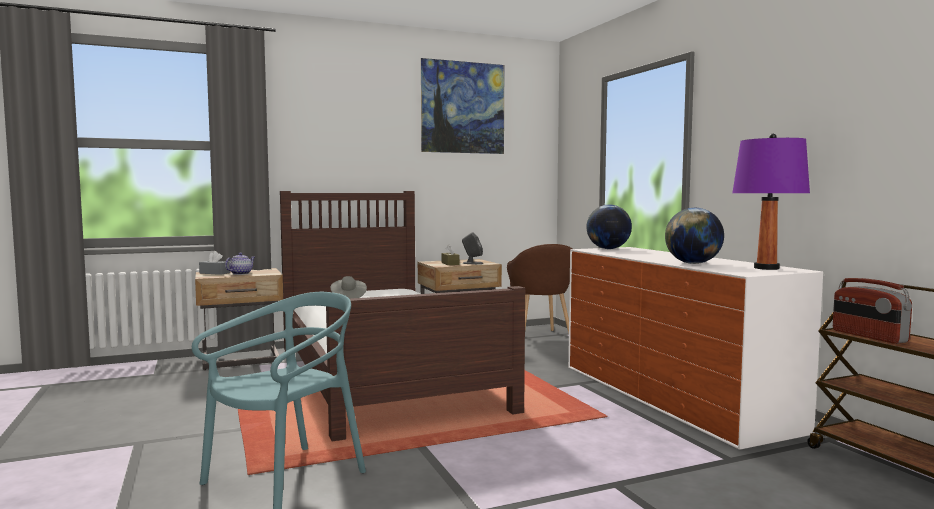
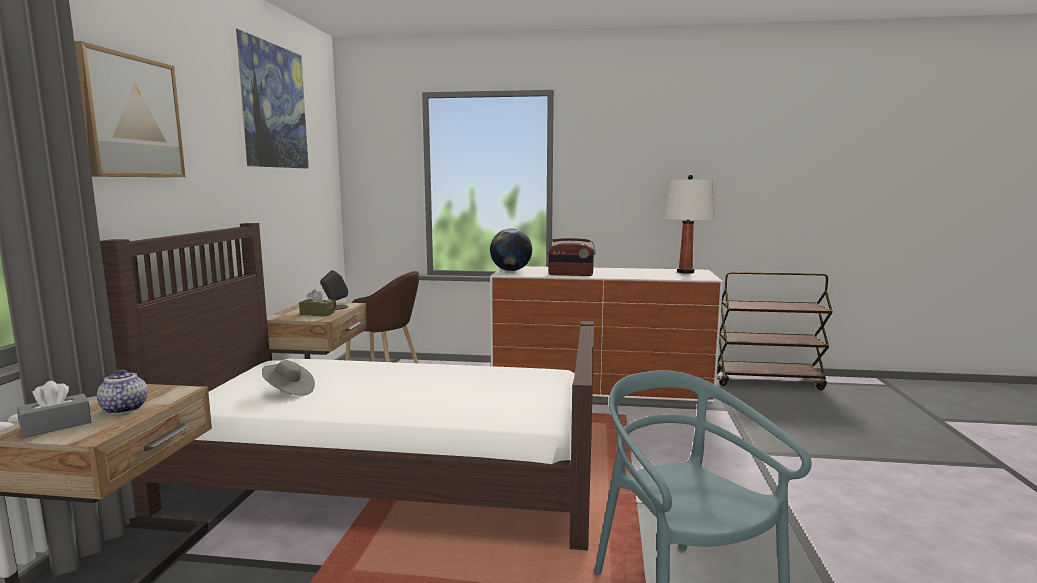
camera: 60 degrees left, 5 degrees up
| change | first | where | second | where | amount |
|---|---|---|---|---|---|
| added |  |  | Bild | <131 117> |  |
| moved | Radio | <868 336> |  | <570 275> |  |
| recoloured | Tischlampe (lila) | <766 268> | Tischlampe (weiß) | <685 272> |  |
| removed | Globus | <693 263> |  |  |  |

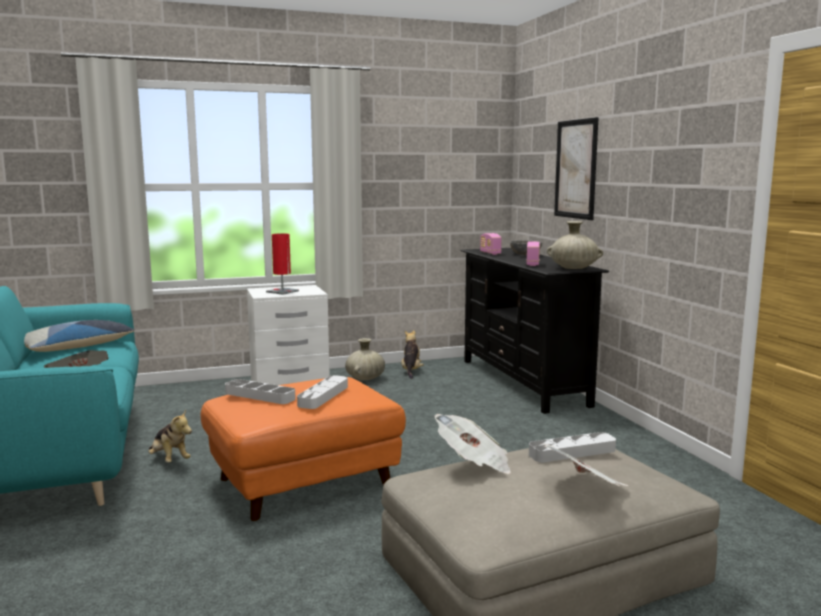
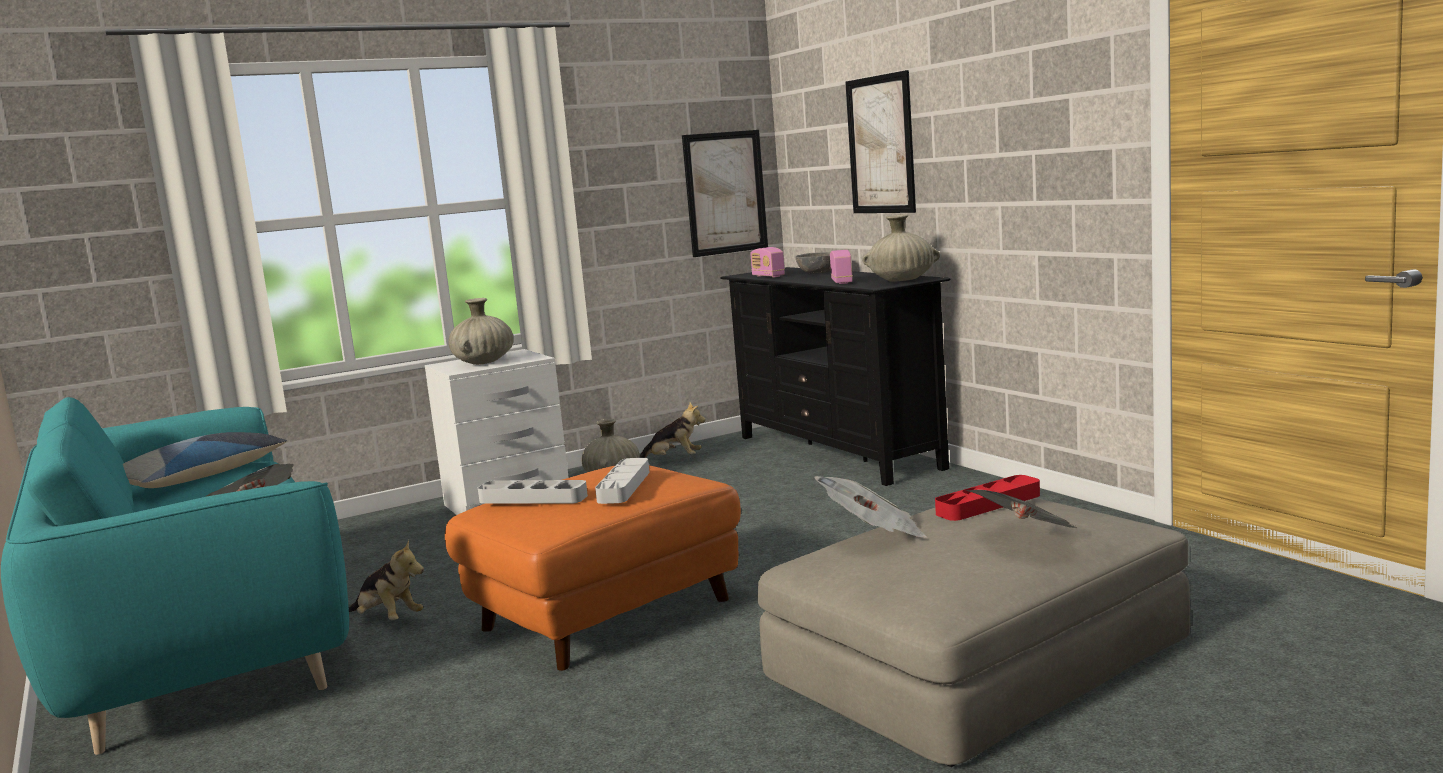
camera: 10 degrees left, 0 degrees up
| change | first | where | second | where | amount |
|---|---|---|---|---|---|
| replaced | Tischlampe (rot) | <282 291> | Vase (beige) | <484 362> |  |
| turned | Plüschtier | <411 371> |  | <673 459> | 105 degrees clockwise |
| added |  |  | Bild | <725 193> |  |
| recoloured | Tablett (grau) | <572 452> | Tablett (rot) | <988 504> |  |

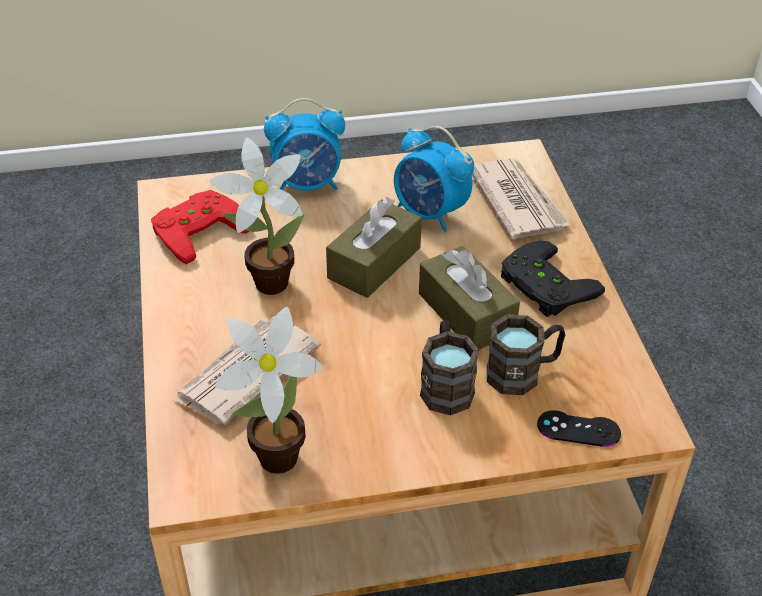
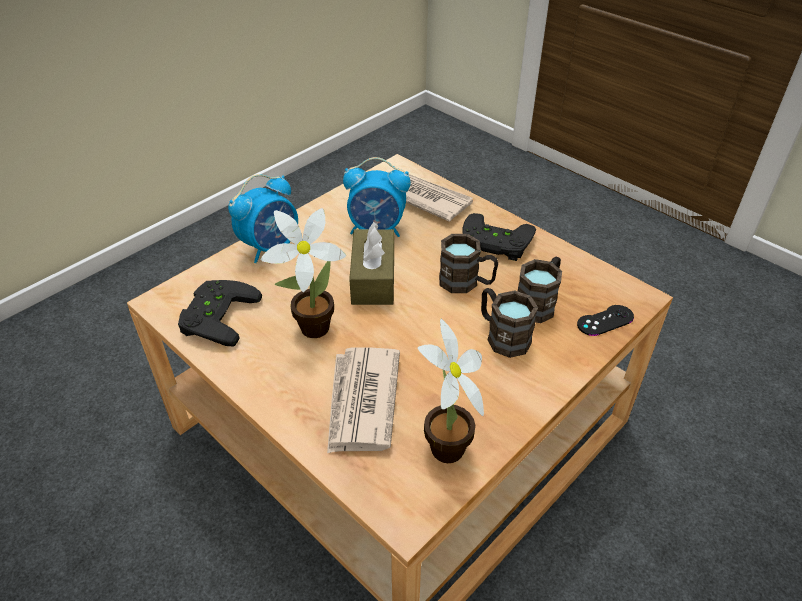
camera: 35 degrees left, 0 degrees up
| change | first | where | second | where | amount |
|---|---|---|---|---|---|
| recoloured | Gamepad (rot) | <197 228> | Gamepad (schwarz) | <215 315> |  |
| replaced | Taschentuchbox (braun) | <466 313> | Henkelbecher (braun) | <466 283> |  |

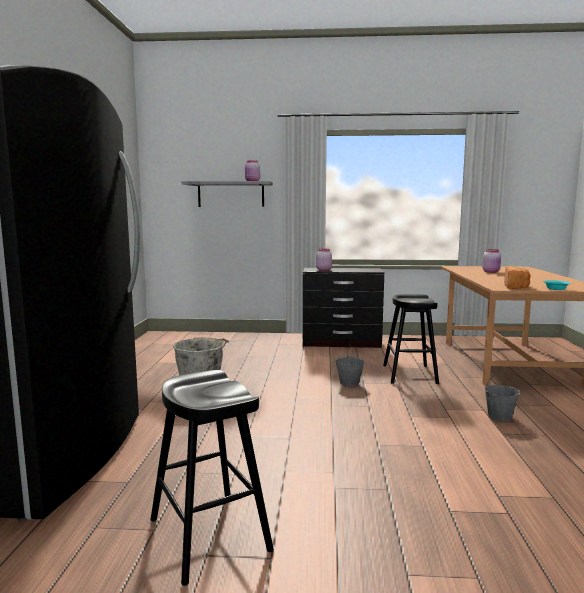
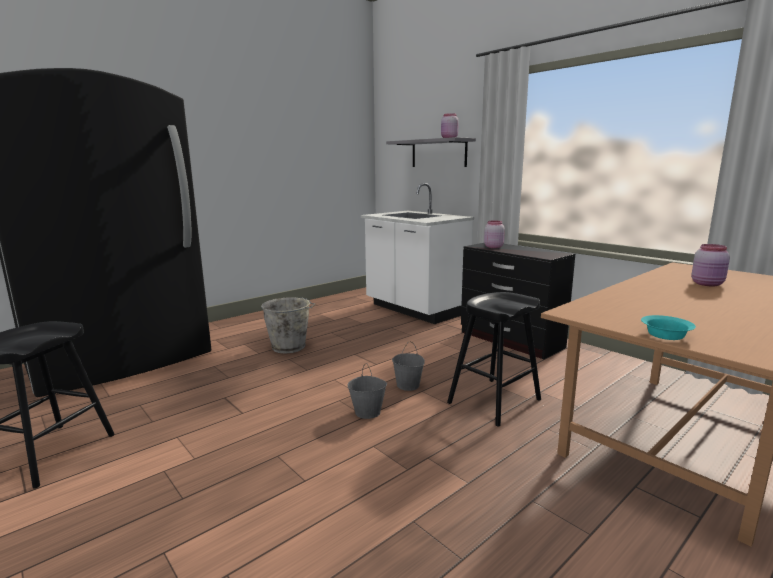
camera: 45 degrees right, 5 degrees up
| change | first | where | second | where | amount |
|---|---|---|---|---|---|
| moved | Eimer (grau) | <500 416> |  | <368 412> |  |
| added |  |  | Küchenzeile (weiß) | <415 309> |  |
| removed | Brot | <516 287> |  |  |  |

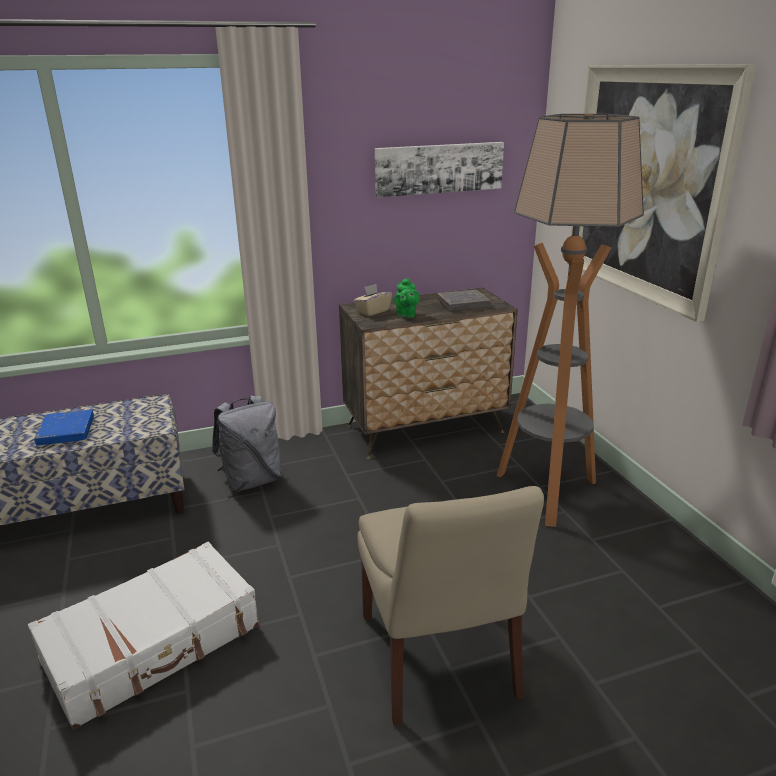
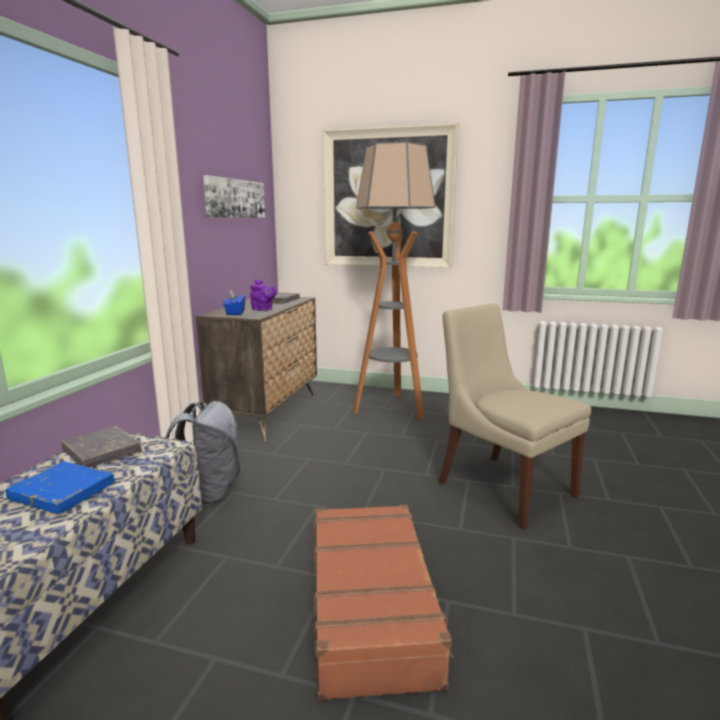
camera: 55 degrees left, 10 degrees down
| change | first | where | second | where | amount |
|---|---|---|---|---|---|
| added |  |  | Buch (grau) | <101 451> |  |
| recoloured | Taschentuchbox (beige) | <373 311> | Taschentuchbox (blau) | <235 313> |  |
| recoloured | Teekanne (grün) | <406 315> | Teekanne (lila) | <263 310> |  |
| recoloured | Koffer (weiß) | <154 644> | Koffer (braun) | <372 606> |  |
| turned | Stuhl (beige) | <439 660> |  | <502 487> | 150 degrees counterclockwise |

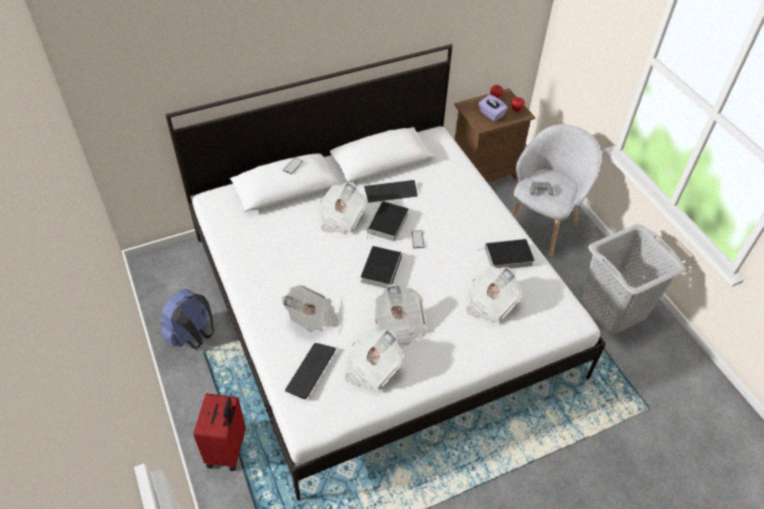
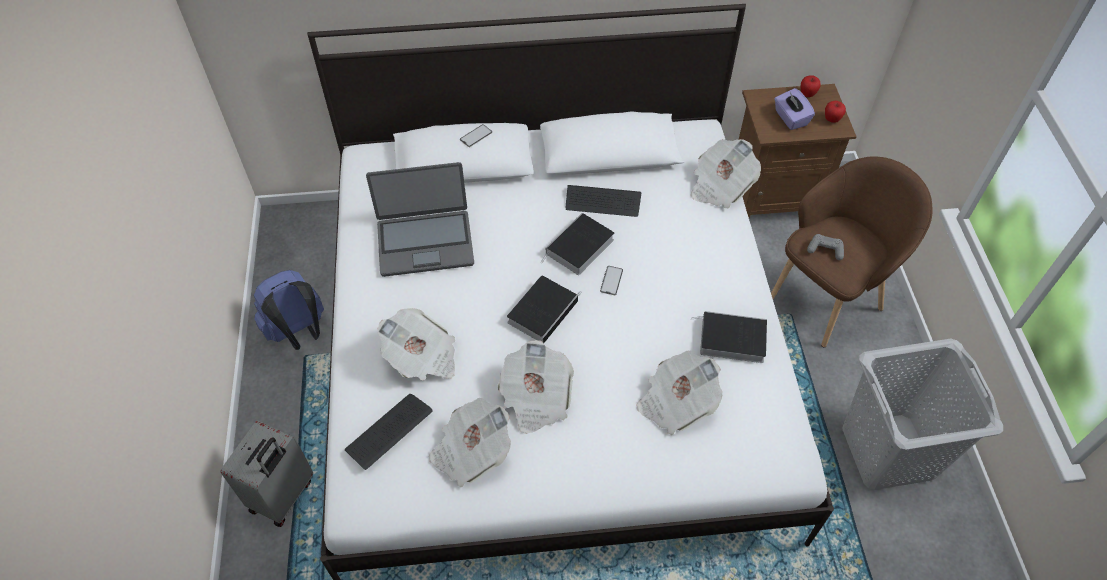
camera: 20 degrees right, 5 degrees up
| change | first | where | second | where | amount |
|---|---|---|---|---|---|
| recoloured | Koffer (rot) | <227 450> | Koffer (grau) | <283 496> |  |
| added |  |  | Laptop | <425 242> |  |
| moved | Zeitung | <340 218> |  | <720 186> |  |
| recoloured | Sessel (grau) | <541 227> | Sessel (braun) | <827 299> |  |

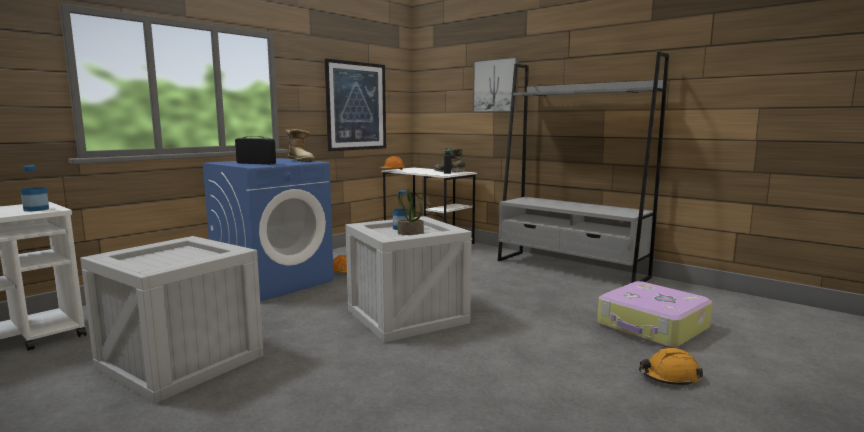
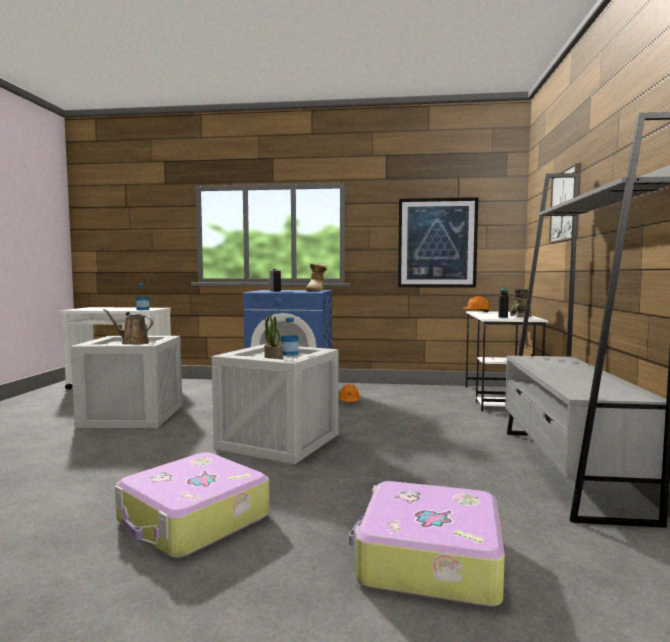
camera: 55 degrees right, 5 degrees down
| change | first | where | second | where | amount |
|---|---|---|---|---|---|
| added |  |  | Gießkanne (braun) | <133 343> |  |
| added |  |  | Koffer | <193 520> |  |
| removed | Schutzhelm (orange) | <669 377> |  |  |  |

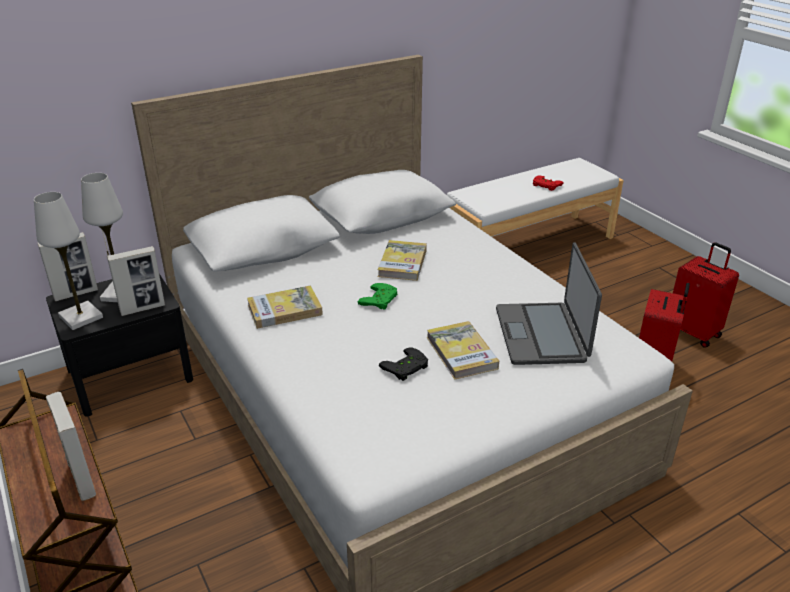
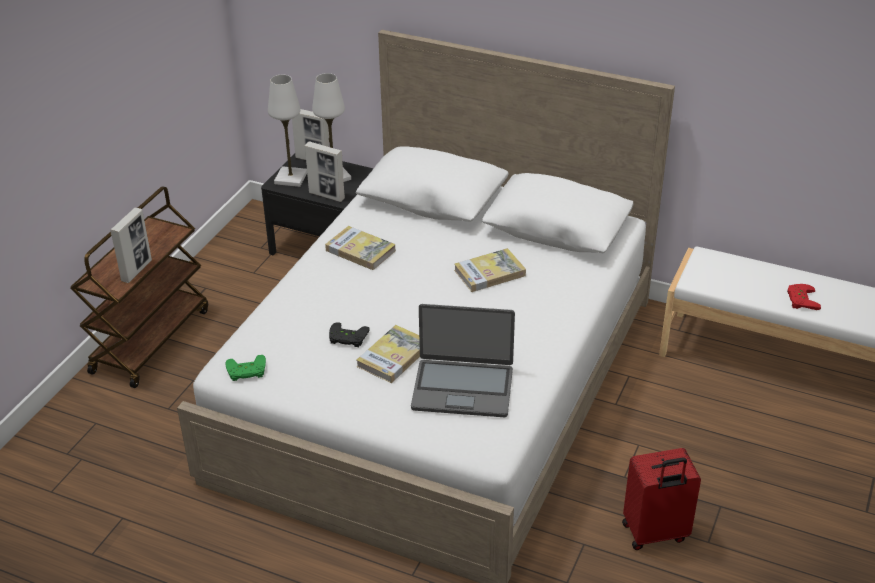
camera: 55 degrees right, 5 degrees up
| change | first | where | second | where | amount |
|---|---|---|---|---|---|
| moved | Gamepad (grün) | <381 300> |  | <246 372> |  |
| turned | Laptop | <541 334> |  | <462 388> | 135 degrees counterclockwise |
| removed | Koffer (rot) | <693 332> |  |  |  |

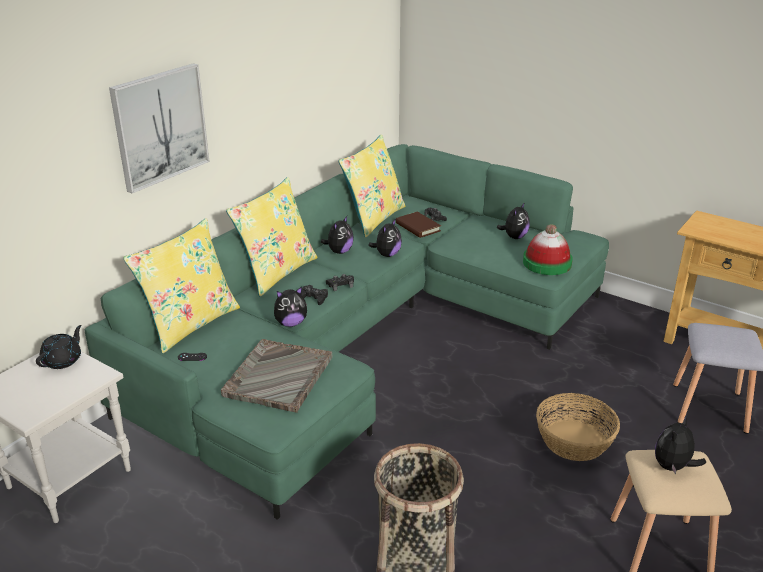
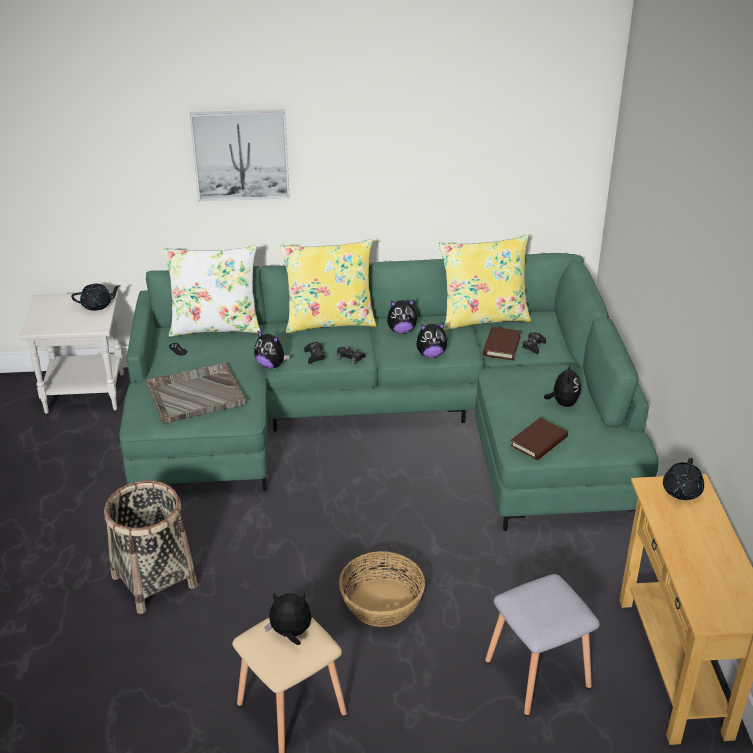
camera: 50 degrees right, 5 degrees up
| change | first | where | second | where | amount |
|---|---|---|---|---|---|
| recoloured | Kissen (gelb) | <190 324> | Kissen (weiß) | <216 326> |  |
| replaced | Hut | <547 263> | Buch (braun) | <538 442> |  |
| turned | Plüschtier | <514 237> |  | <563 403> | 75 degrees counterclockwise |
| added |  |  | Teekanne (schwarz) | <681 491> |  |

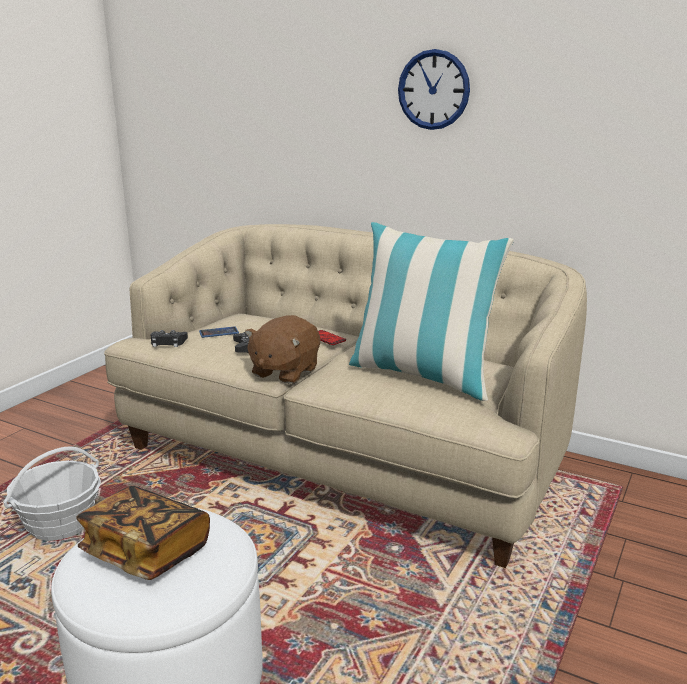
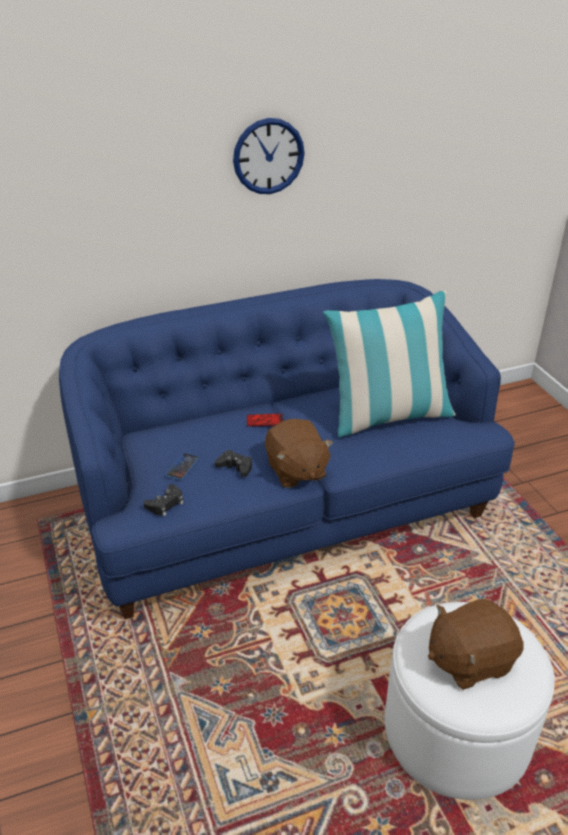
camera: 50 degrees left, 15 degrees up
| change | first | where | second | where | amount |
|---|---|---|---|---|---|
| recoloured | Sofa (beige) | <344 457> | Sofa (blau) | <284 508> |  |
| replaced | Buch | <146 552> | Plüschtier (braun) | <469 660> |  |
| removed | Korb | <60 525> |  |  |  |

